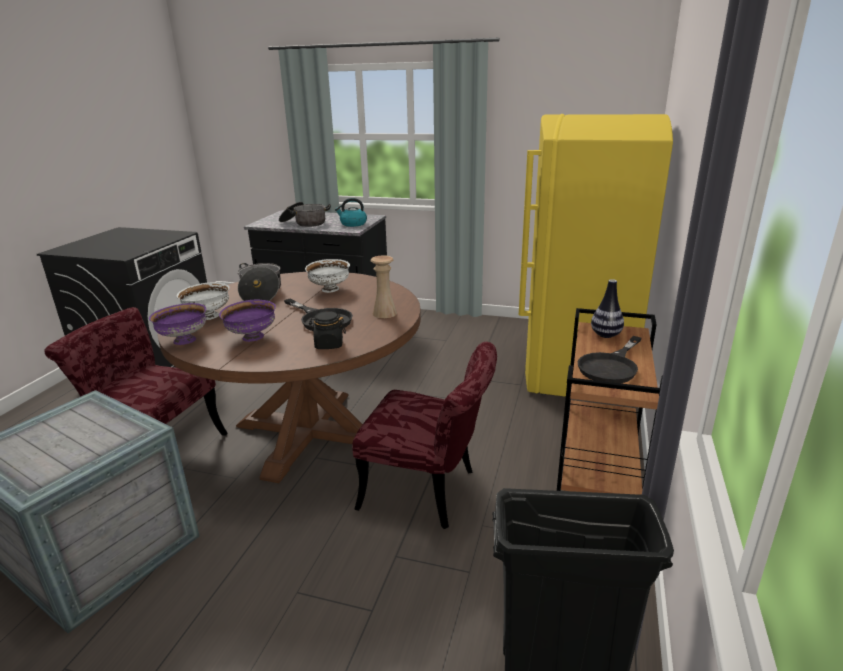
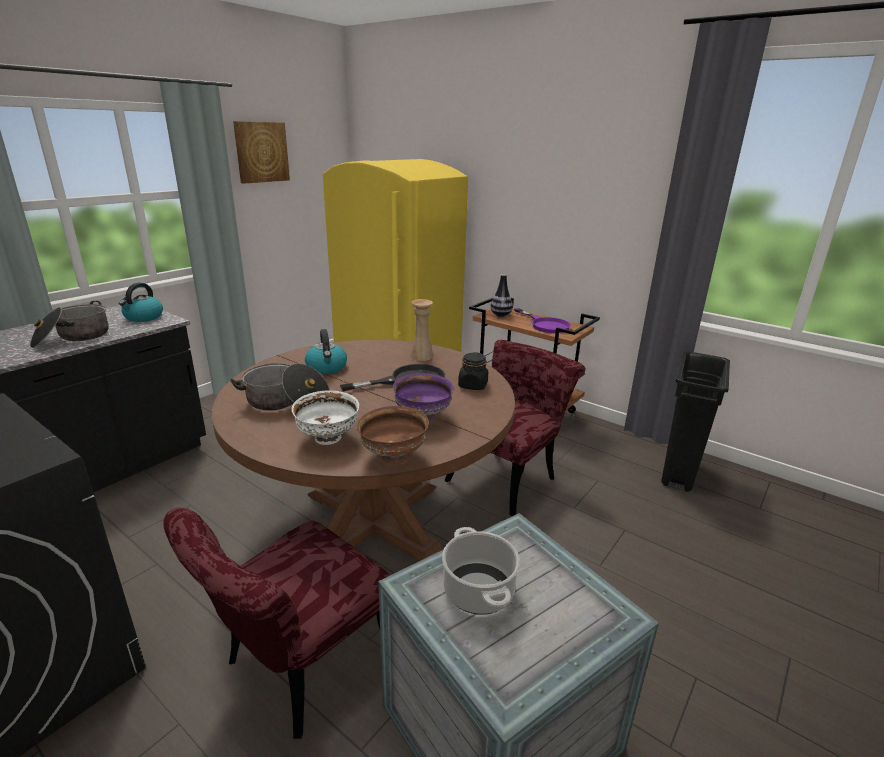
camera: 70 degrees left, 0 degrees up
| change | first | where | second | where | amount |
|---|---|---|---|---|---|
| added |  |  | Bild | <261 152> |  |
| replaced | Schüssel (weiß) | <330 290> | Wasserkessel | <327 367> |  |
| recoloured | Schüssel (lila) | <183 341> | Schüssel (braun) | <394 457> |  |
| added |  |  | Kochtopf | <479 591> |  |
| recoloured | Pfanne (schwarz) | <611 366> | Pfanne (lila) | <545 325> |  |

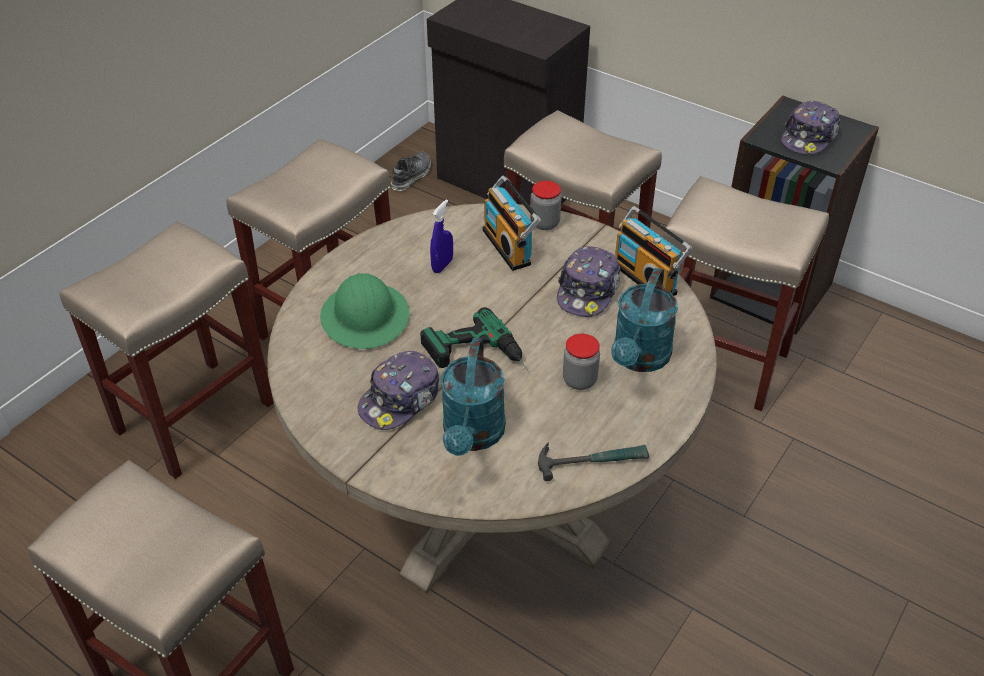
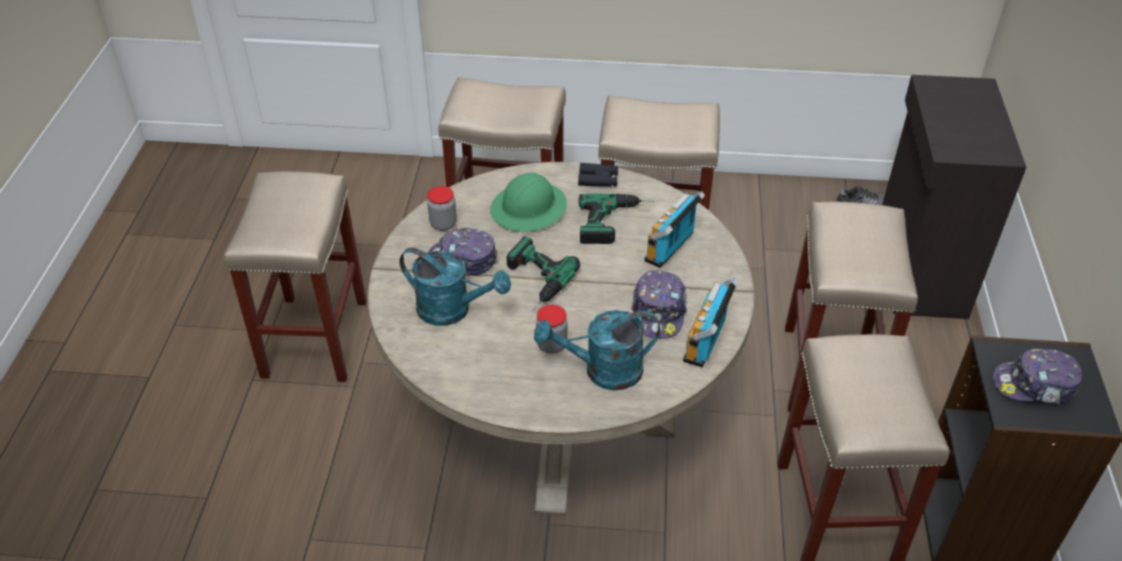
camera: 60 degrees right, 0 degrees up
| change | first | where | second | where | amount |
|---|---|---|---|---|---|
| turned | Gießkanne (türkis) | <472 436> |  | <453 310> | 135 degrees counterclockwise |
| moved | Vorratsglas | <545 223> |  | <443 224> |  |
| added |  |  | Fernglas (schwarz) | <598 179> |  |
| replaced | Sprühflasche (blau) | <442 265> | Bohrmaschine | <616 222> |  |
| turned | Kappe | <588 291> |  | <658 312> | 75 degrees counterclockwise |
| removed | Hammer | <592 460> |  |  |  |

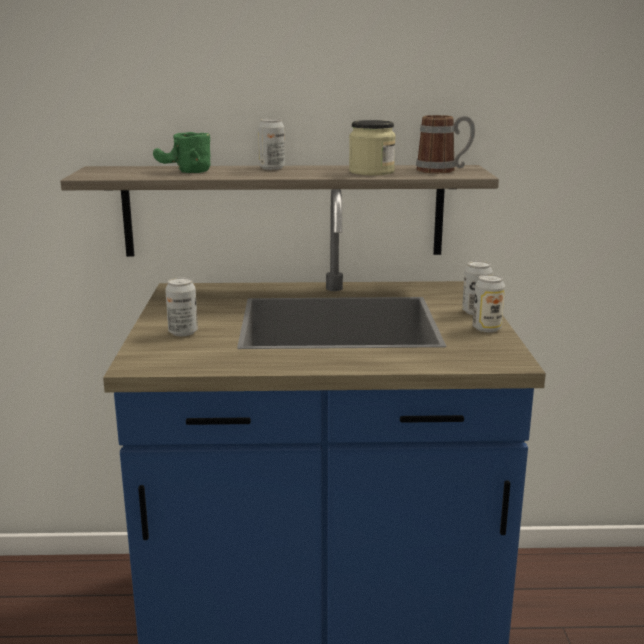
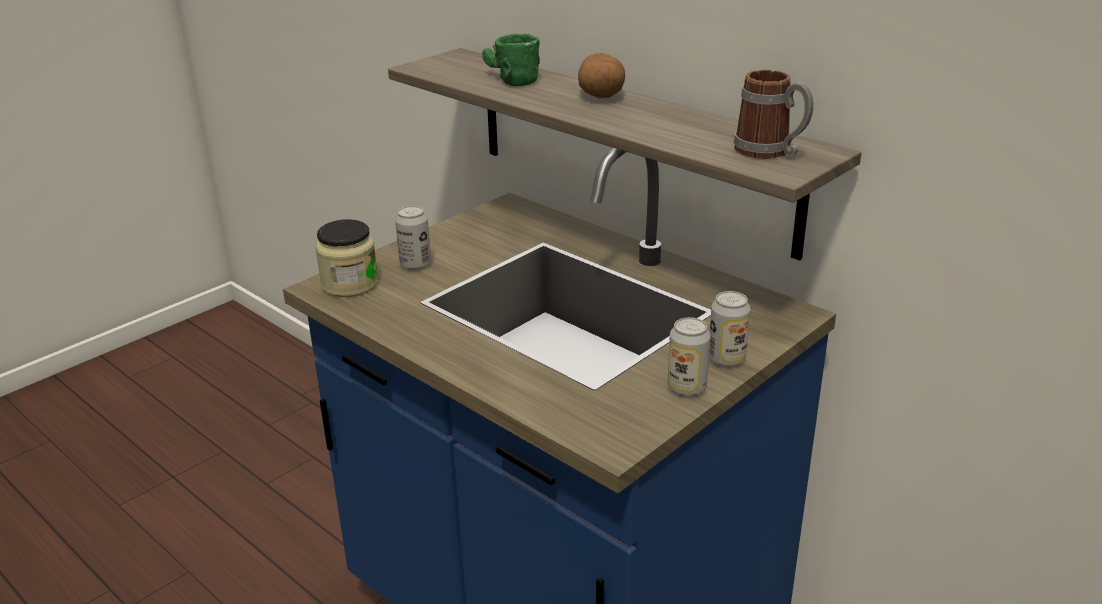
camera: 45 degrees right, 10 degrees up
| change | first | where | second | where | amount |
|---|---|---|---|---|---|
| moved | Vorratsglas | <371 172> |  | <350 284> |  |
| replaced | Dose | <272 168> | Kartoffel | <600 95> |  |

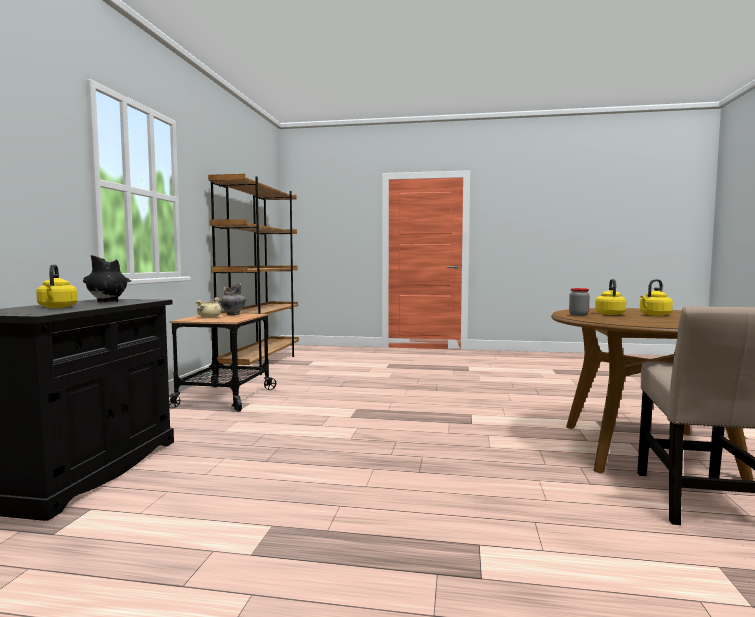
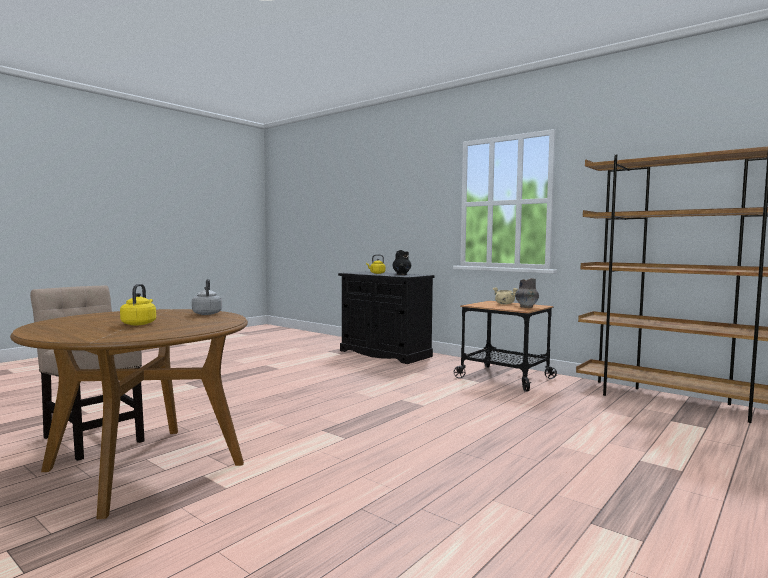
camera: 120 degrees right, 0 degrees up
| change | first | where | second | where | amount |
|---|---|---|---|---|---|
| replaced | Vorratsglas | <578 315> | Wasserkessel (grau) | <207 313> |  |
| removed | Wasserkessel (gelb) | <609 314> |  |  |  |

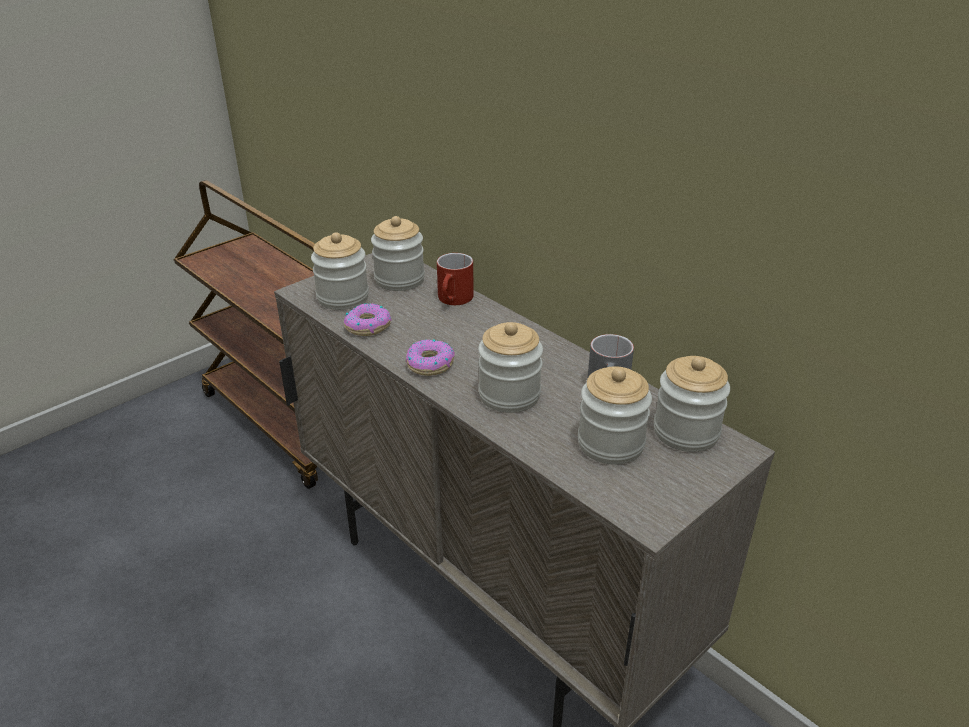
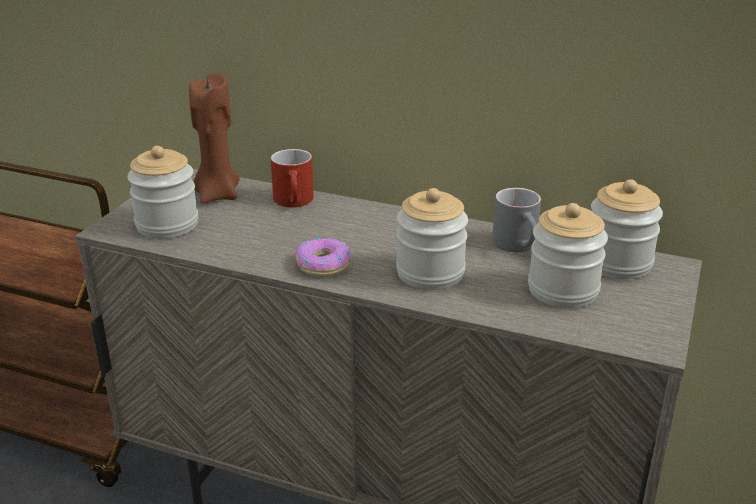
camera: 25 degrees left, 5 degrees down
| change | first | where | second | where | amount |
|---|---|---|---|---|---|
| replaced | Vorratsglas | <399 279> | Kerze (braun) | <217 195> |  |
| removed | Donut | <367 326> |  |  |  |

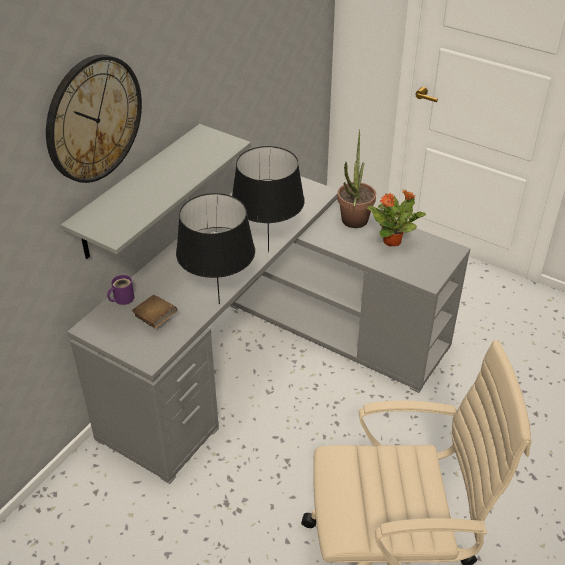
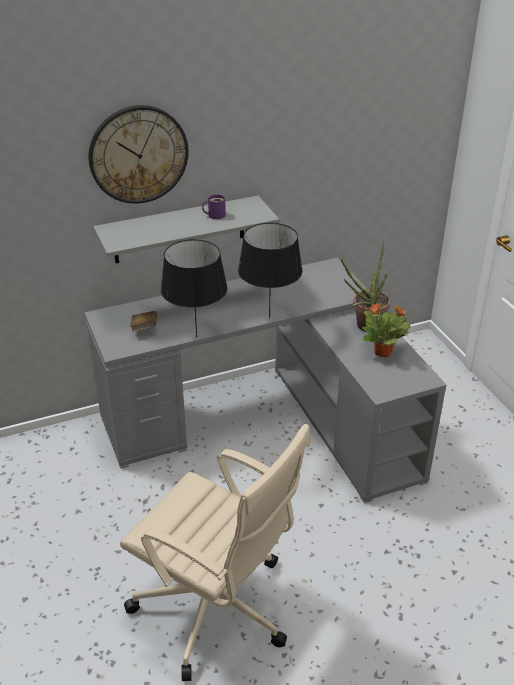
camera: 35 degrees right, 5 degrees down
| change | first | where | second | where | amount |
|---|---|---|---|---|---|
| moved | Henkelbecher (lila) | <122 298> |  | <215 215> |  |

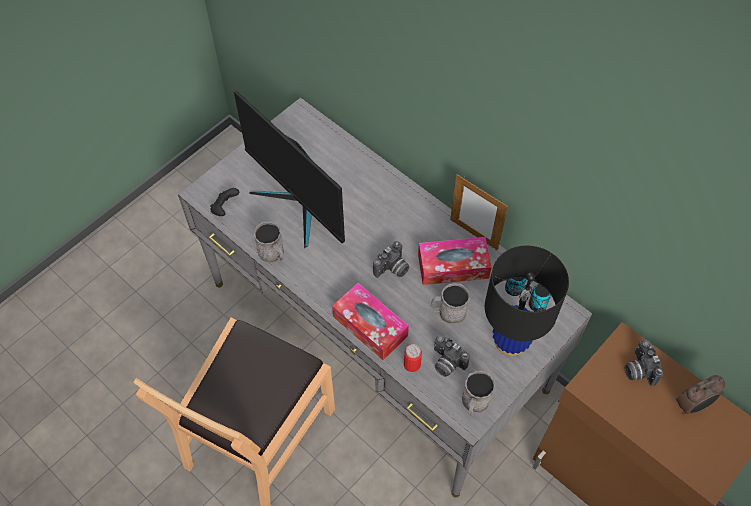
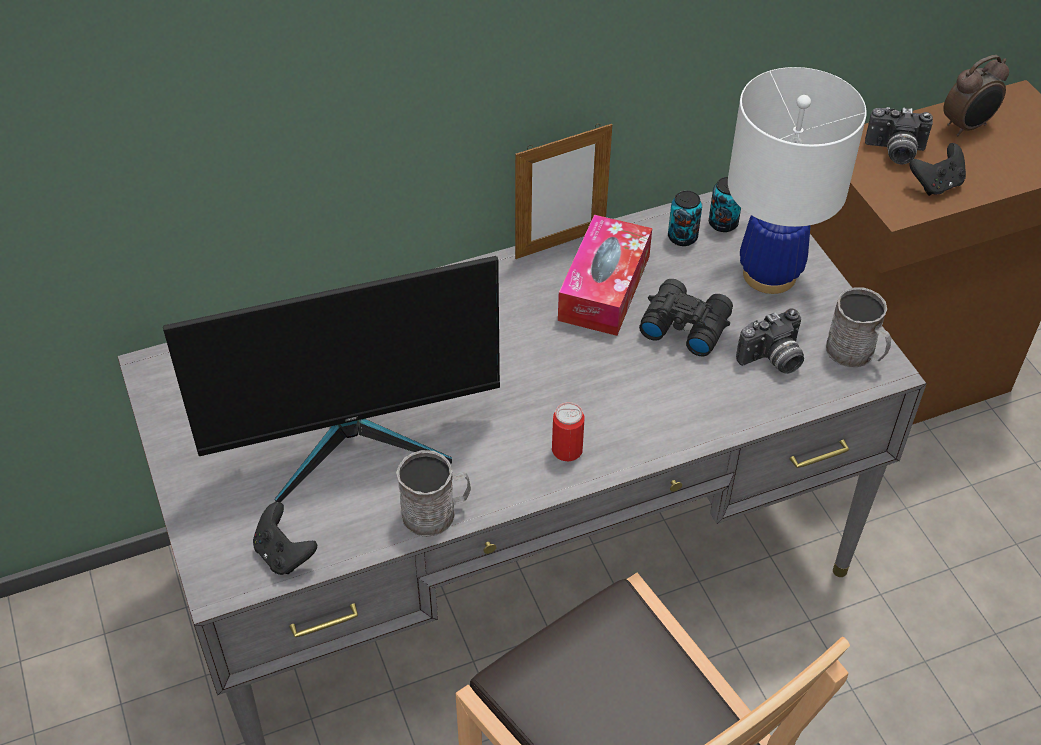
camera: 65 degrees left, 10 degrees down
| change | first | where | second | where | amount |
|---|---|---|---|---|---|
| moved | Dose | <412 364> |  | <567 450> |  |
| replaced | Henkelbecher (grau) | <448 312> | Fernglas (schwarz) | <684 324> |  |
| recoloured | Tischlampe (schwarz) | <510 341> | Tischlampe (weiß) | <770 275> |  |
| added |  |  | Gamepad (schwarz) | <936 185> |  |
| turned | Wecker | <692 405> |  | <967 127> | 60 degrees clockwise |
| removed | Taschentuchbox | <370 326> |  |  |  |
| removed | Kamera | <392 269> |  |  |  |

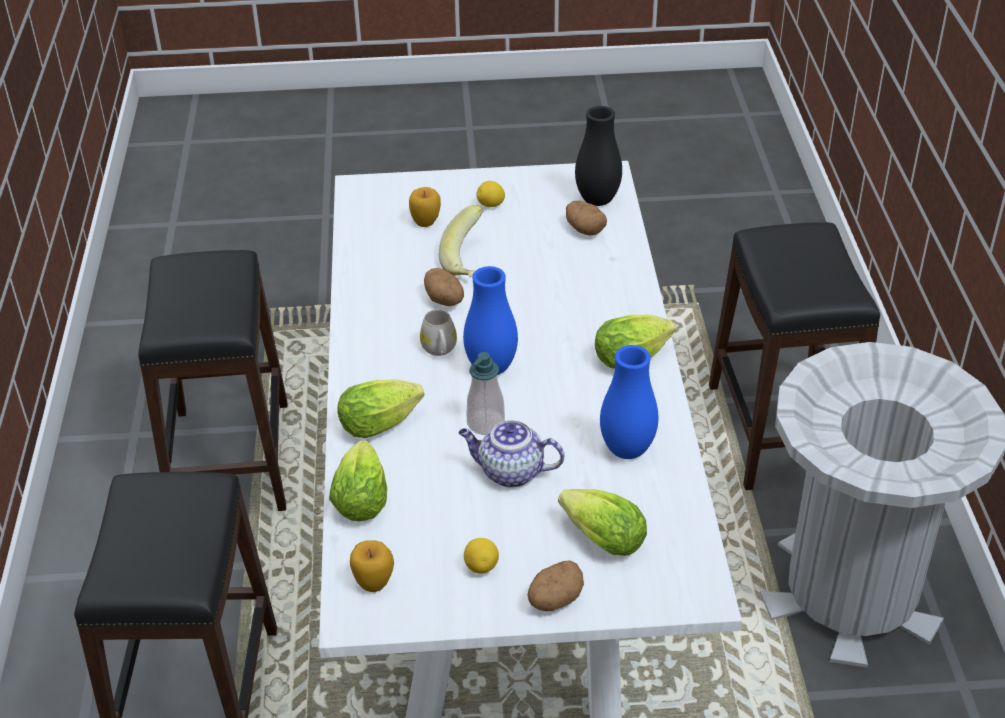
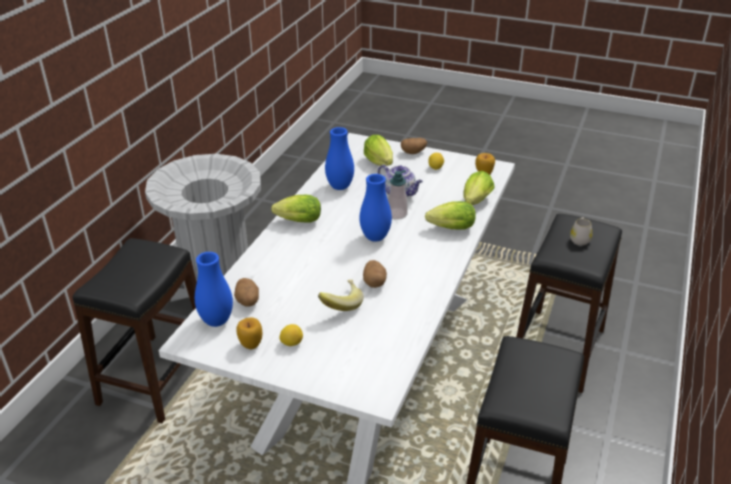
camera: 155 degrees left, 5 degrees down
| change | first | where | second | where | amount |
|---|---|---|---|---|---|
| recoloured | Vase (schwarz) | <597 200> | Vase (blau) | <217 321> |  |
| moved | Apfel | <426 222> |  | <251 344> |  |
| moved | Henkelbecher (weiß) | <440 350> |  | <579 239> |  |

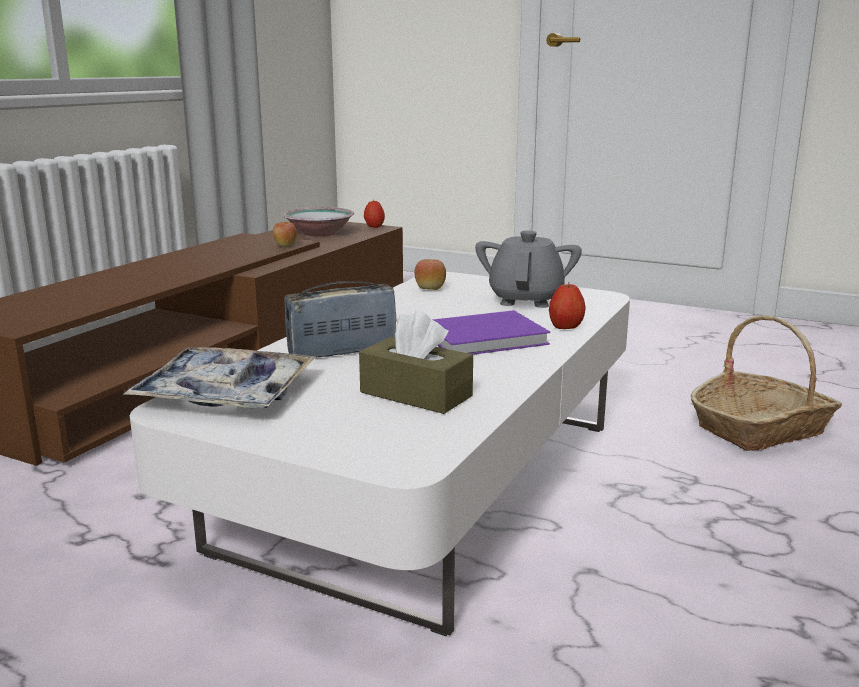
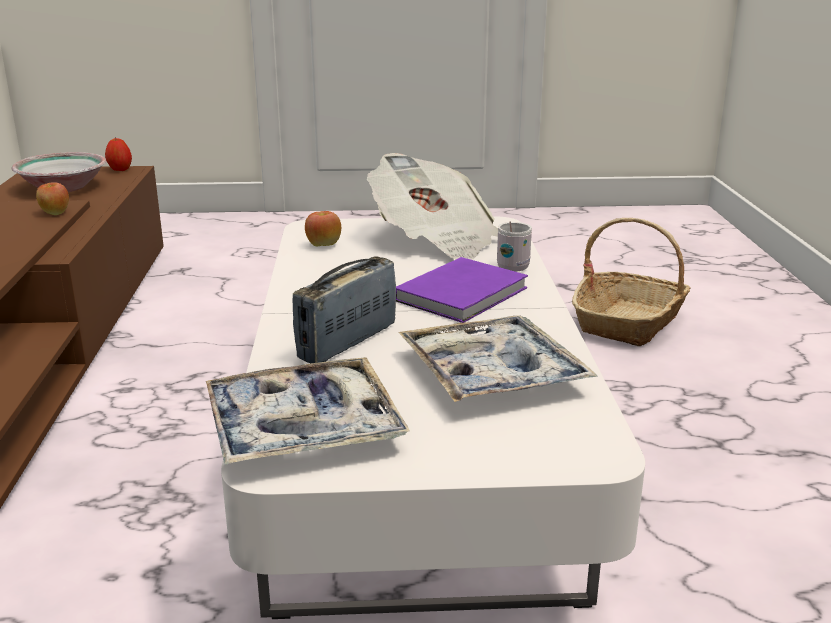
camera: 30 degrees left, 5 degrees up
| change | first | where | second | where | amount |
|---|---|---|---|---|---|
| replaced | Teekanne (grau) | <526 300> | Zeitung | <434 240> |  |
| replaced | Taschentuchbox (braun) | <416 394> | Tablett | <492 374> |  |
| replaced | Apfel | <565 328> | Henkelbecher (weiß) | <514 266> |  |

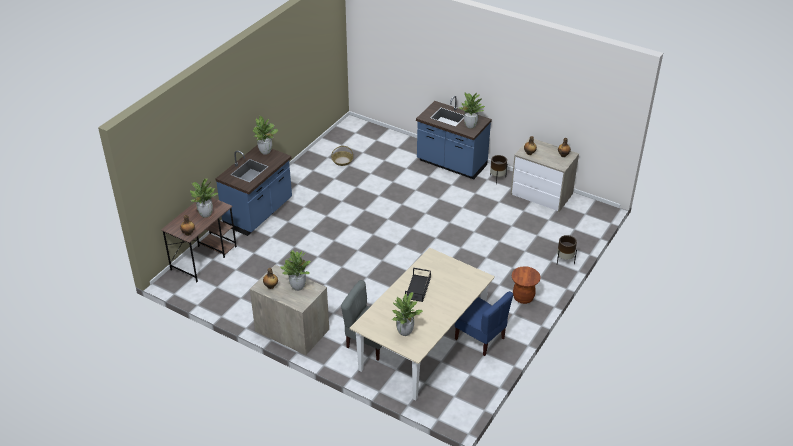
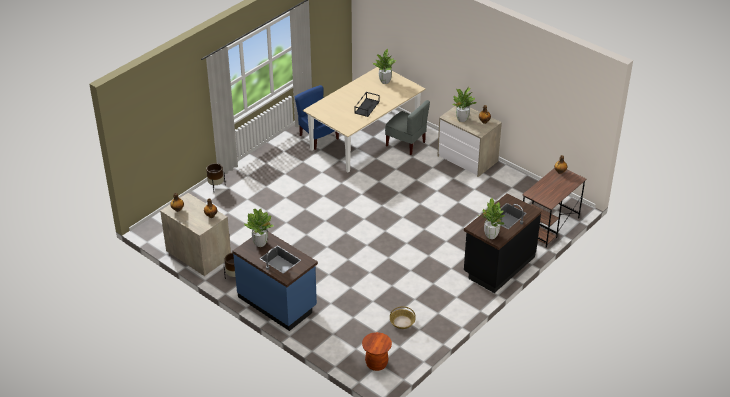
camera: 170 degrees left, 0 degrees up
| change | first | where | second | where | amount |
|---|---|---|---|---|---|
| moved | Hocker (braun) | <523 297> |  | <376 364> |  |
| recoloured | Küchenzeile (blau) | <259 213> | Küchenzeile (schwarz) | <498 265> |  |
| removed | Topfpflanze | <205 214> |  |  |  |

